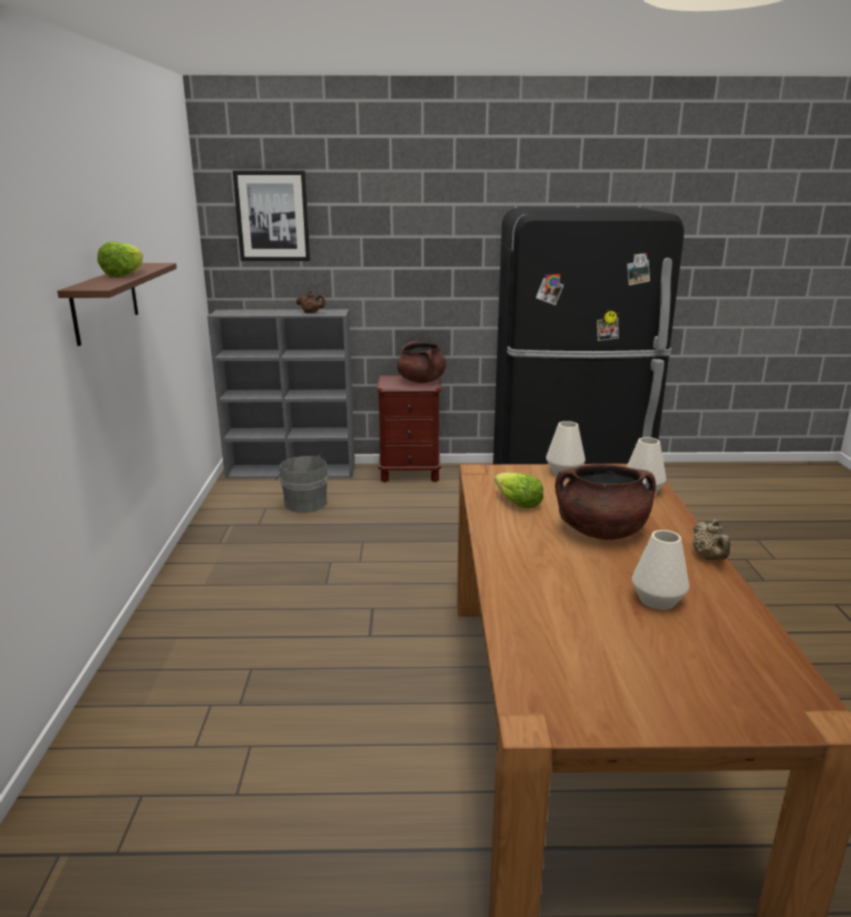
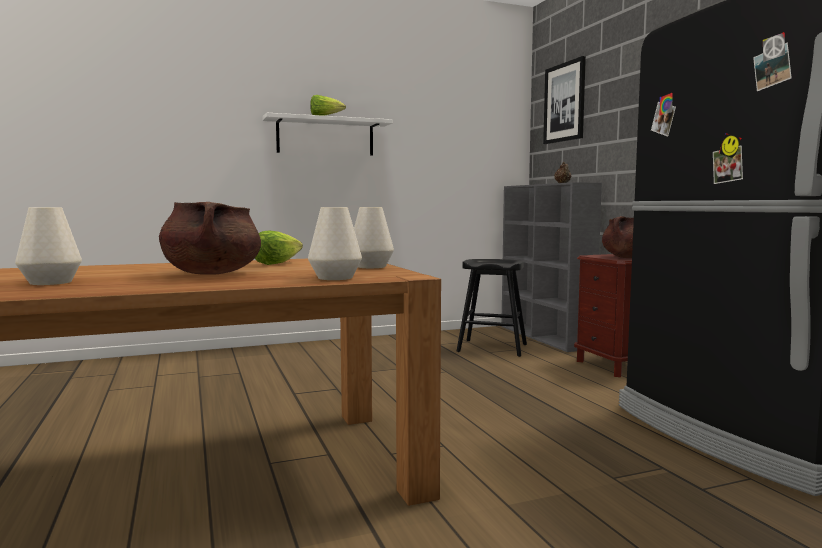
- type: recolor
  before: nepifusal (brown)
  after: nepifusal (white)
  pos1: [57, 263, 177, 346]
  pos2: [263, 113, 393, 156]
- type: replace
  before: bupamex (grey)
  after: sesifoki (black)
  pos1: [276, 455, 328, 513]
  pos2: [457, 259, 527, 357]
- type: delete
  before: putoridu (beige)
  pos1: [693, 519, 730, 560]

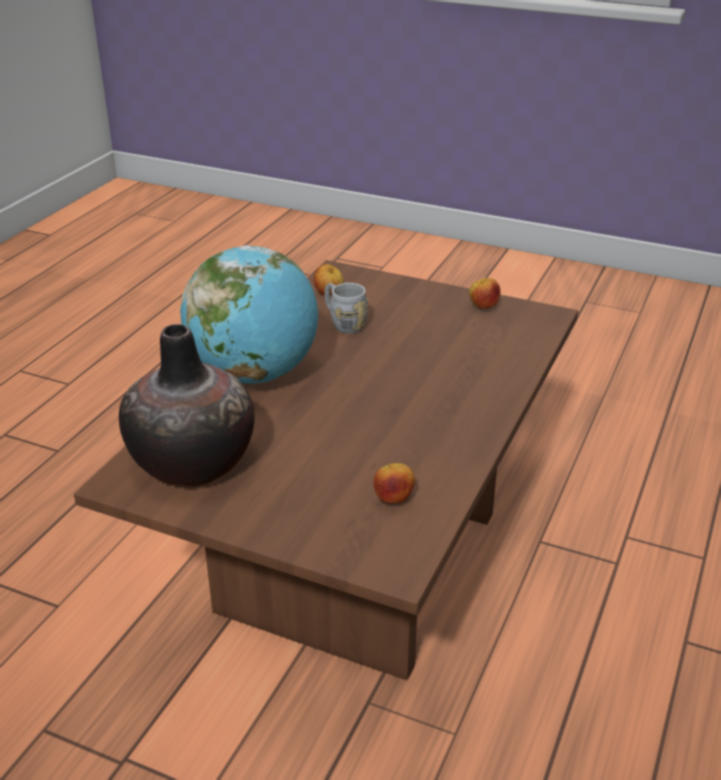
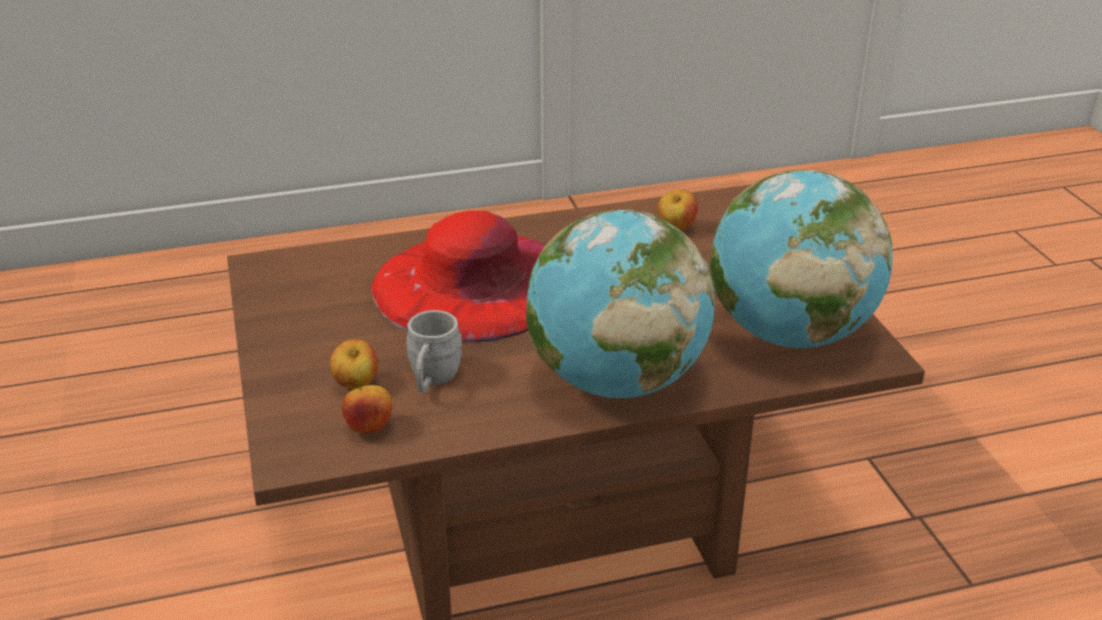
- type: move
  before: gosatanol
  pos1: [469, 278, 500, 309]
  pos2: [330, 339, 378, 389]
- type: insert
  after: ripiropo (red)
  pos2: [371, 211, 545, 342]
- type: replace
  before: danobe
  after: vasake
  pos1: [119, 324, 255, 487]
  pos2: [710, 170, 892, 348]

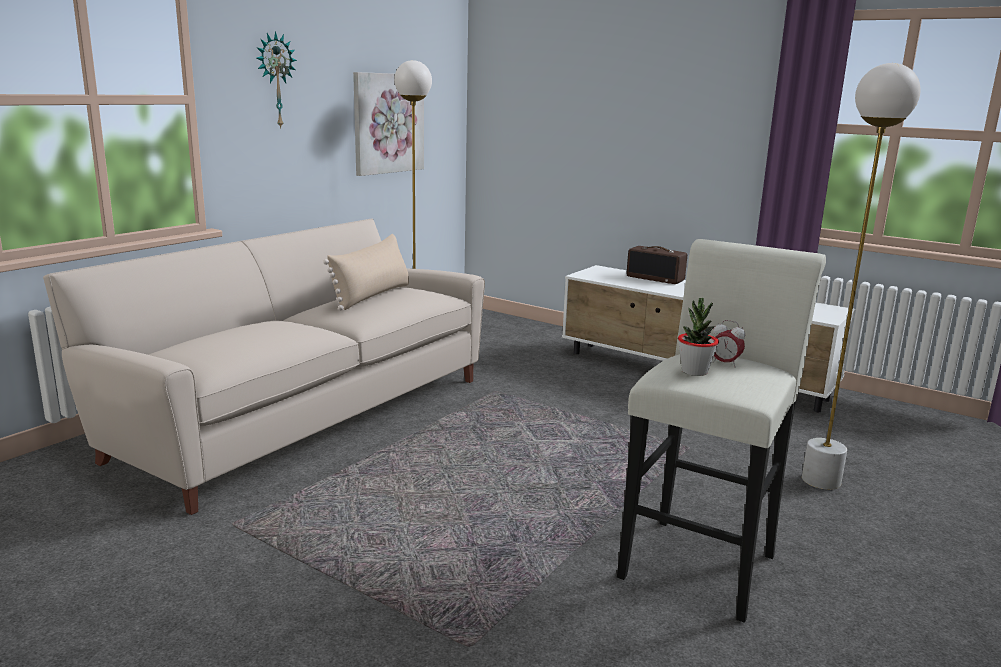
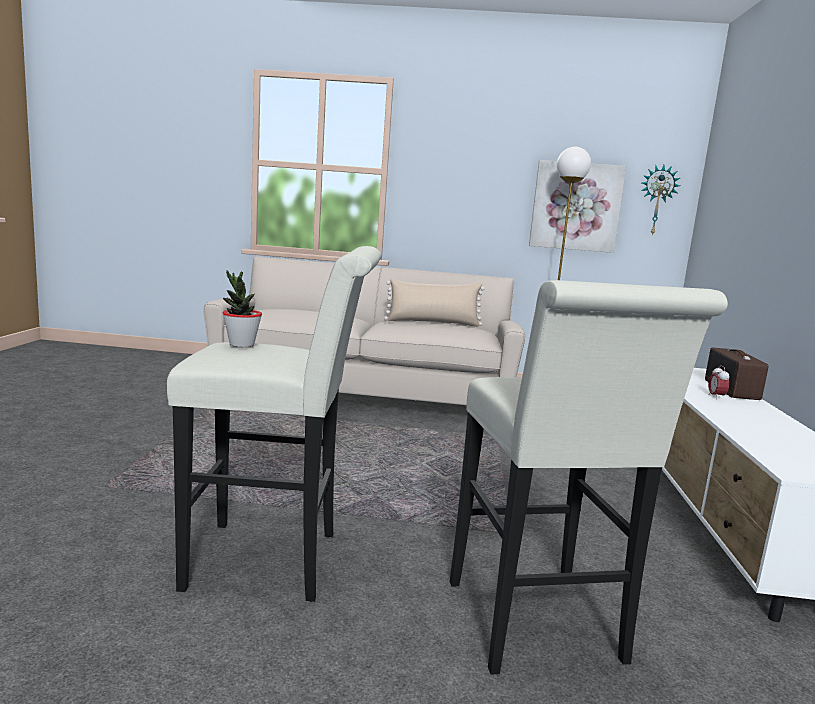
- type: replace
  before: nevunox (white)
  after: sesifoki (white)
  pos1: [802, 63, 921, 490]
  pos2: [449, 280, 728, 675]
- type: move
  before: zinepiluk
  pos1: [256, 31, 297, 129]
  pos2: [641, 165, 680, 236]
- type: move
  before: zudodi
  pos1: [712, 320, 745, 366]
  pos2: [708, 365, 730, 399]

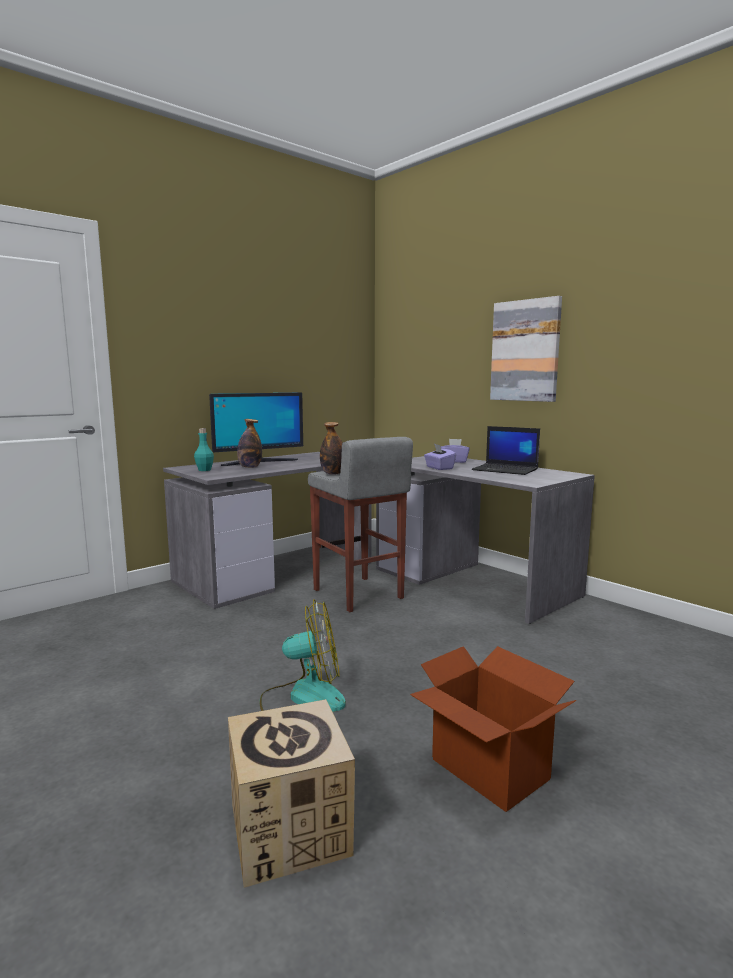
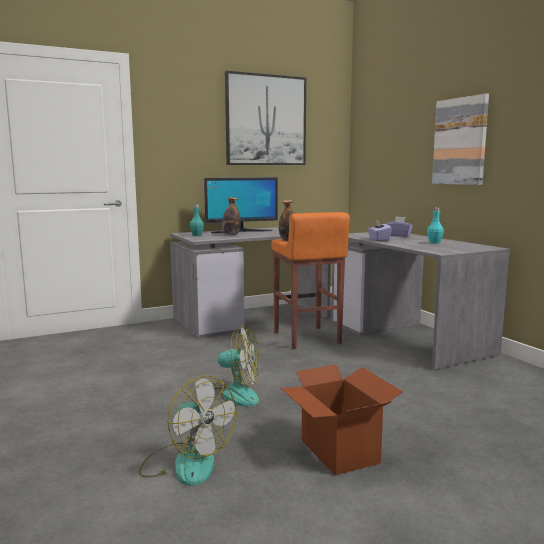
- type: replace
  before: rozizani
  after: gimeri
  pos1: [228, 699, 355, 888]
  pos2: [139, 375, 237, 486]
- type: insert
  after: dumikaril
  pos2: [225, 71, 306, 165]
- type: recolor
  before: sesifoki (grey)
  after: sesifoki (orange)
  pos1: [308, 437, 413, 612]
  pos2: [271, 212, 350, 349]
- type: replace
  before: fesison
  after: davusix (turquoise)
  pos1: [472, 426, 540, 475]
  pos2: [427, 207, 444, 244]

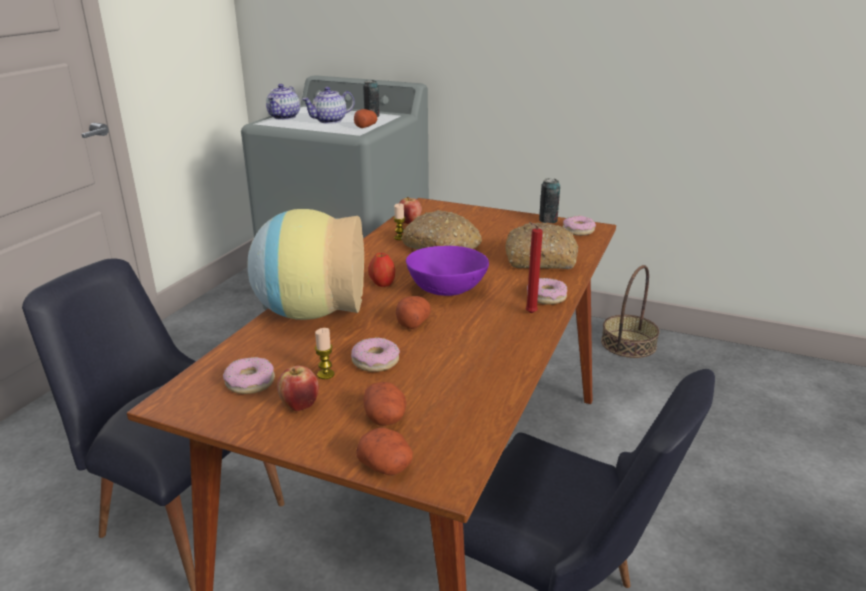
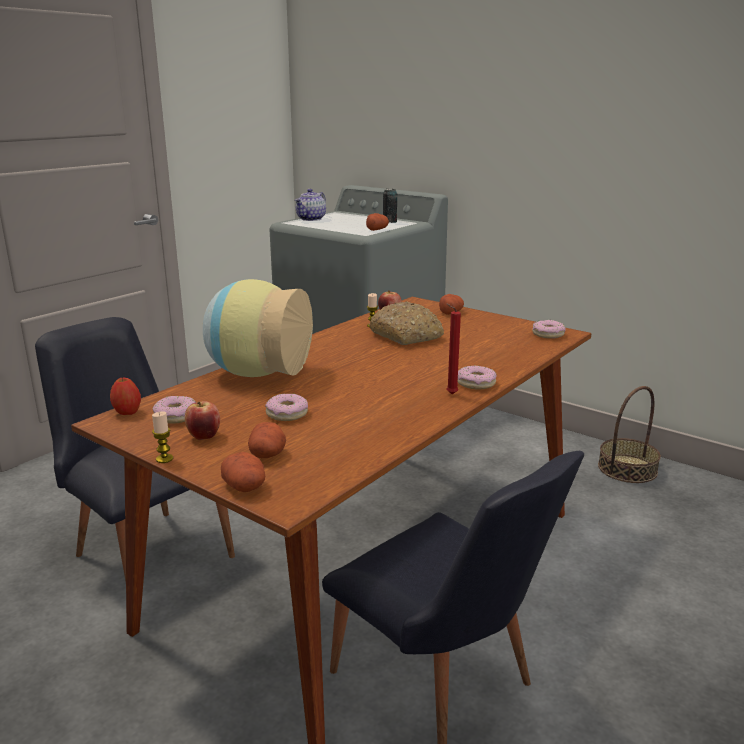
- type: move
  before: gosatanol
  pos1: [368, 253, 395, 287]
  pos2: [110, 377, 141, 415]
- type: move
  before: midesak
  pos1: [315, 328, 334, 379]
  pos2: [152, 411, 173, 463]
- type: move
  before: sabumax
  pos1: [396, 296, 431, 329]
  pos2: [439, 294, 464, 315]
- type: delete
  before: putoridu
  pos1: [302, 87, 355, 124]
- type: delete
  before: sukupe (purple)
  pos1: [406, 246, 489, 296]
- type: delete
  before: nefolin
  pos1: [505, 223, 578, 269]
- type: delete
  before: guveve
  pos1: [539, 178, 560, 223]

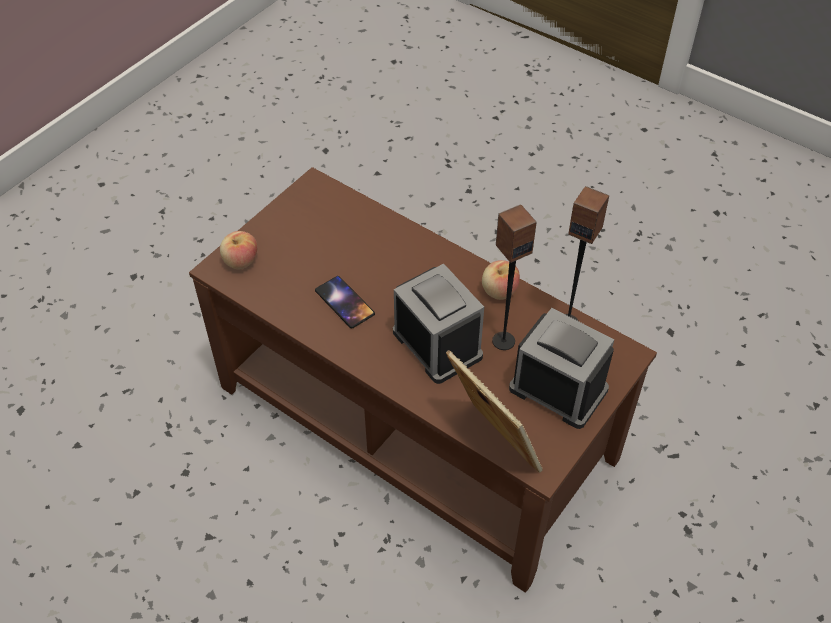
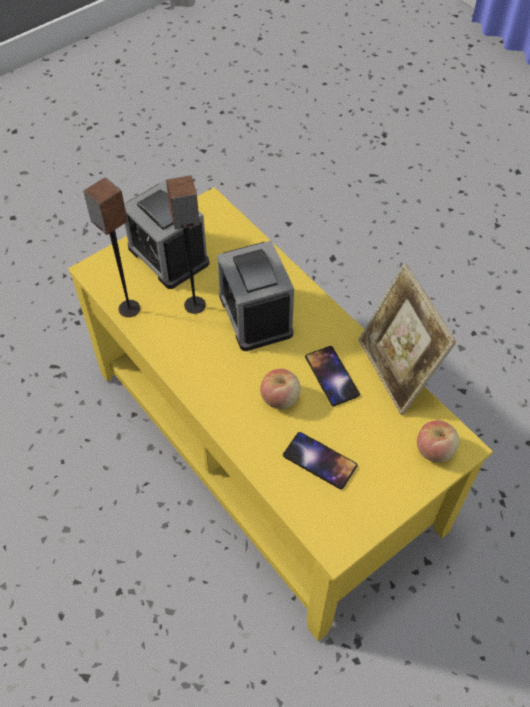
- type: recolor
  before: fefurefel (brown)
  after: fefurefel (yellow)
  pos1: [189, 167, 657, 593]
  pos2: [68, 187, 493, 641]
- type: move
  before: gosatanol
  pos1: [482, 260, 520, 300]
  pos2: [260, 369, 301, 409]
- type: insert
  after: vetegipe
  pos2: [283, 432, 357, 489]
- type: move
  before: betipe
  pos1: [446, 350, 543, 473]
  pos2: [359, 264, 456, 415]

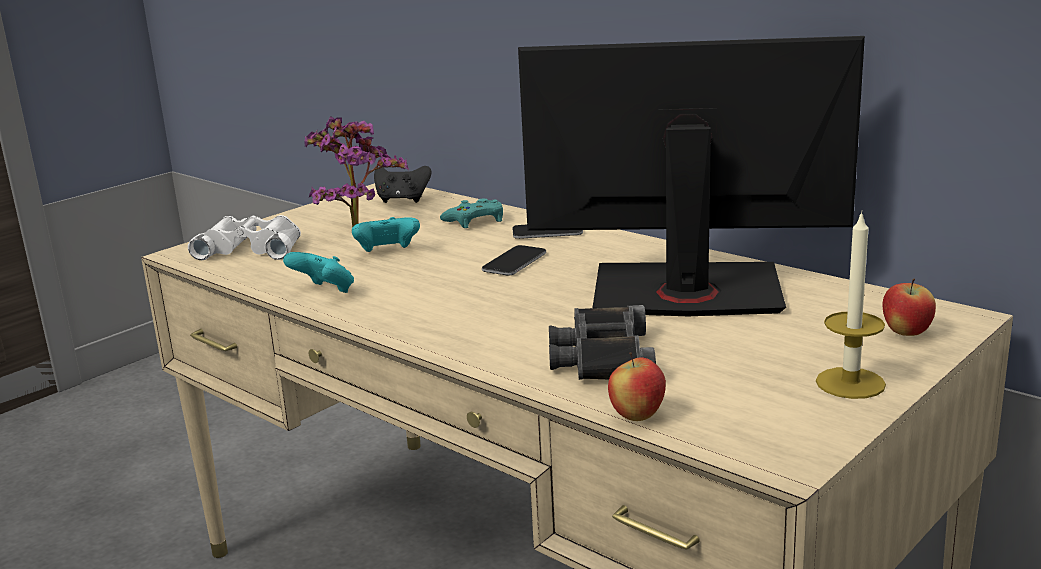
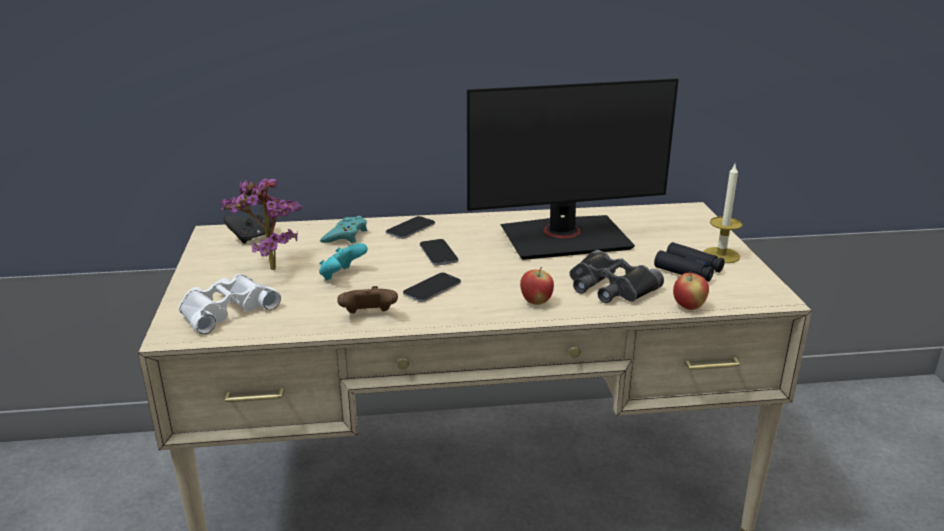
- type: recolor
  before: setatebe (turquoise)
  after: setatebe (brown)
  pos1: [283, 252, 354, 293]
  pos2: [337, 286, 398, 314]
- type: insert
  after: vetegipe
  pos2: [403, 273, 461, 302]
- type: rotate
  before: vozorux
  pos1: [518, 36, 865, 316]
  pos2: [467, 78, 679, 260]
  turn: -150
- type: move
  before: gosatanol
  pos1: [883, 279, 936, 336]
  pos2: [520, 267, 554, 305]
- type: insert
  after: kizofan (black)
  pos2: [654, 242, 725, 282]

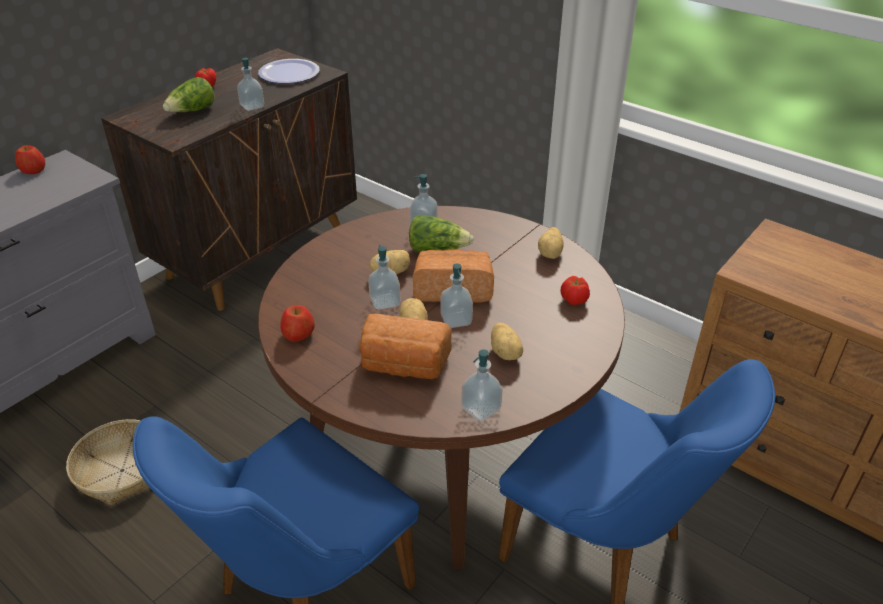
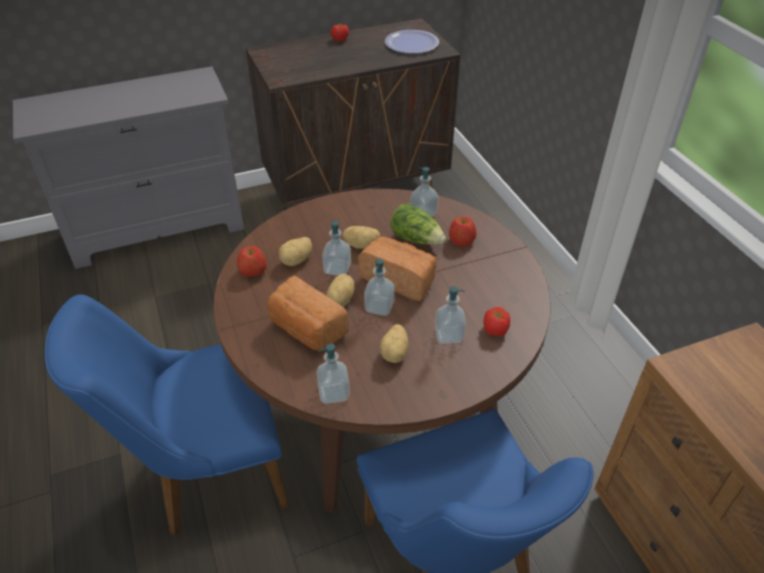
- type: move
  before: sabumax
  pos1: [538, 227, 564, 259]
  pos2: [279, 237, 312, 266]
- type: move
  before: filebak
  pos1: [237, 58, 264, 111]
  pos2: [435, 286, 466, 344]
- type: move
  before: gosatanol
  pos1: [15, 145, 45, 174]
  pos2: [449, 216, 477, 247]
- type: delete
  before: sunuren
  pos1: [66, 419, 149, 505]
- type: delete
  before: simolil
  pos1: [163, 77, 215, 112]

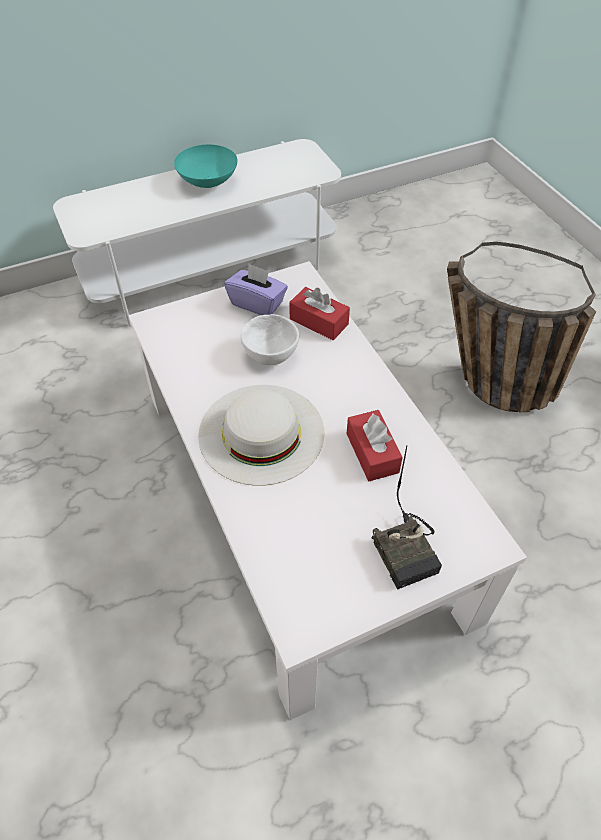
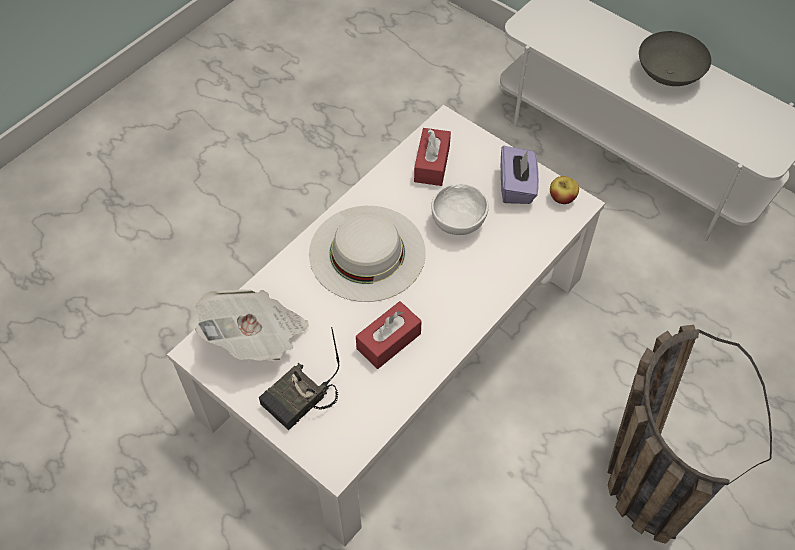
- type: insert
  after: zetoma
  pos2: [195, 289, 309, 361]
- type: move
  before: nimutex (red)
  pos1: [289, 287, 350, 340]
  pos2: [414, 128, 451, 186]
- type: insert
  after: gosatanol
  pos2: [550, 176, 579, 204]
- type: recolor
  before: sukupe (turquoise)
  after: sukupe (grey)
  pos1: [174, 144, 238, 188]
  pos2: [639, 31, 711, 86]

